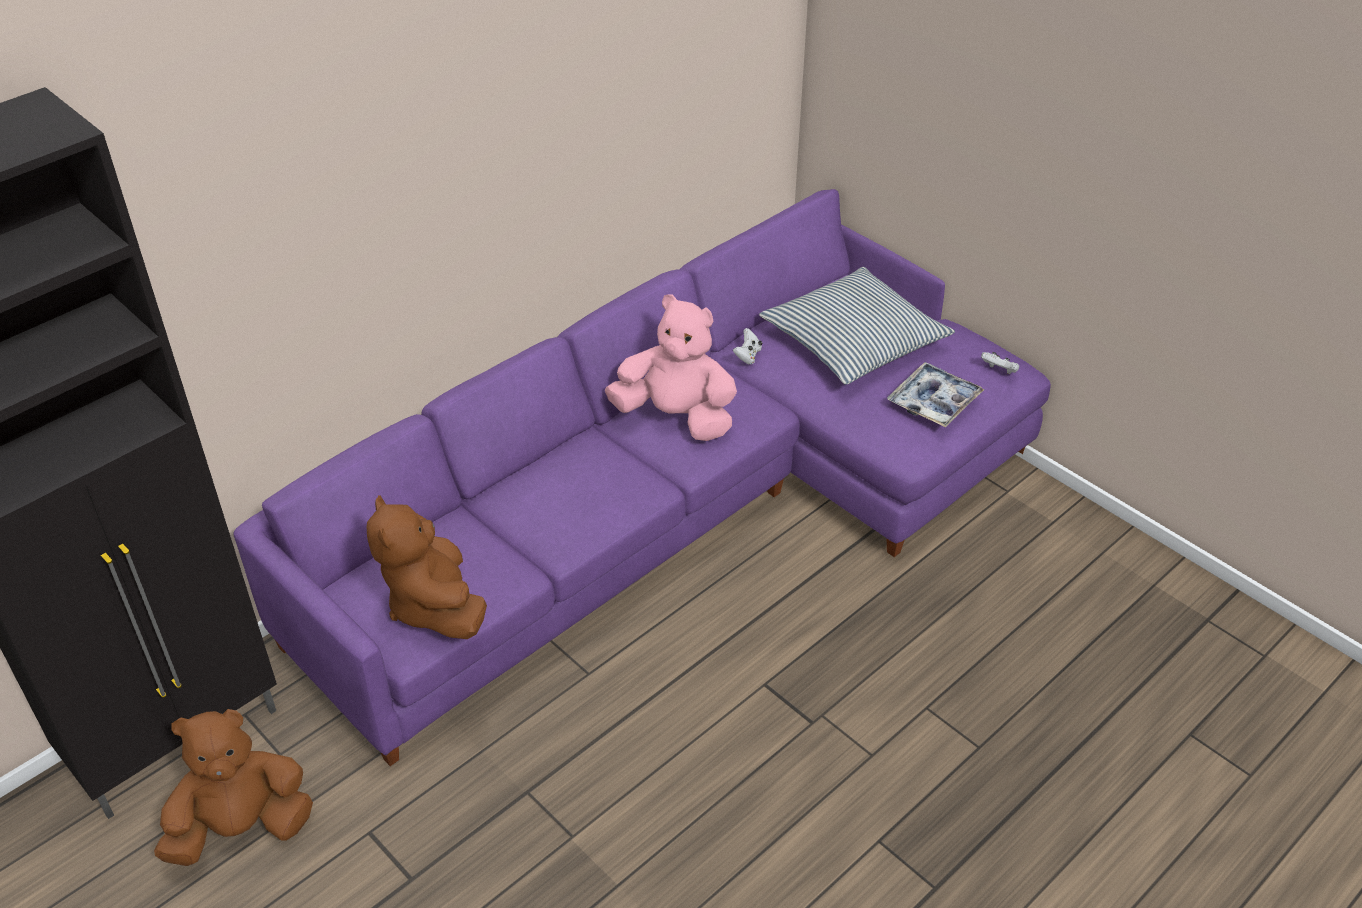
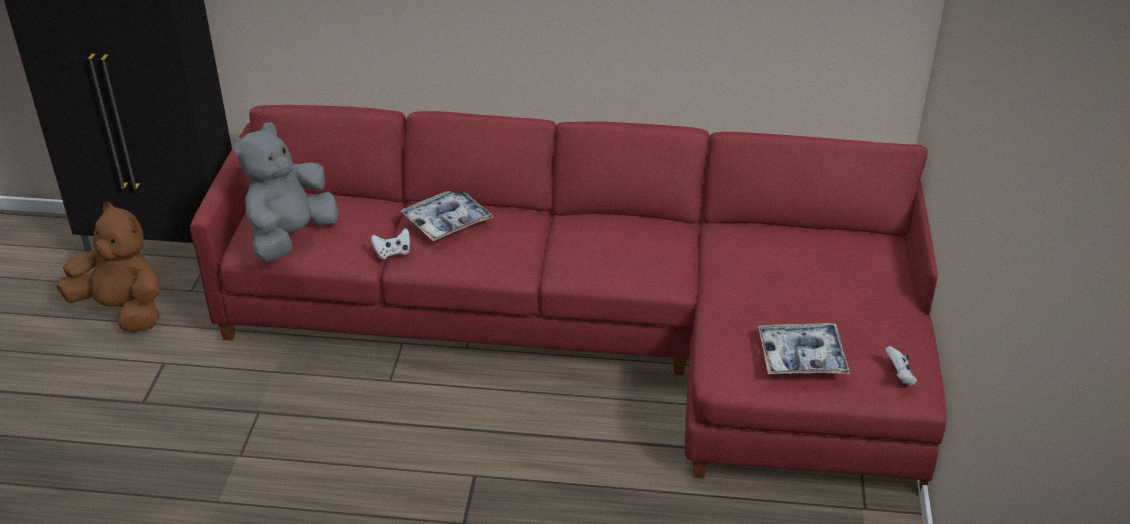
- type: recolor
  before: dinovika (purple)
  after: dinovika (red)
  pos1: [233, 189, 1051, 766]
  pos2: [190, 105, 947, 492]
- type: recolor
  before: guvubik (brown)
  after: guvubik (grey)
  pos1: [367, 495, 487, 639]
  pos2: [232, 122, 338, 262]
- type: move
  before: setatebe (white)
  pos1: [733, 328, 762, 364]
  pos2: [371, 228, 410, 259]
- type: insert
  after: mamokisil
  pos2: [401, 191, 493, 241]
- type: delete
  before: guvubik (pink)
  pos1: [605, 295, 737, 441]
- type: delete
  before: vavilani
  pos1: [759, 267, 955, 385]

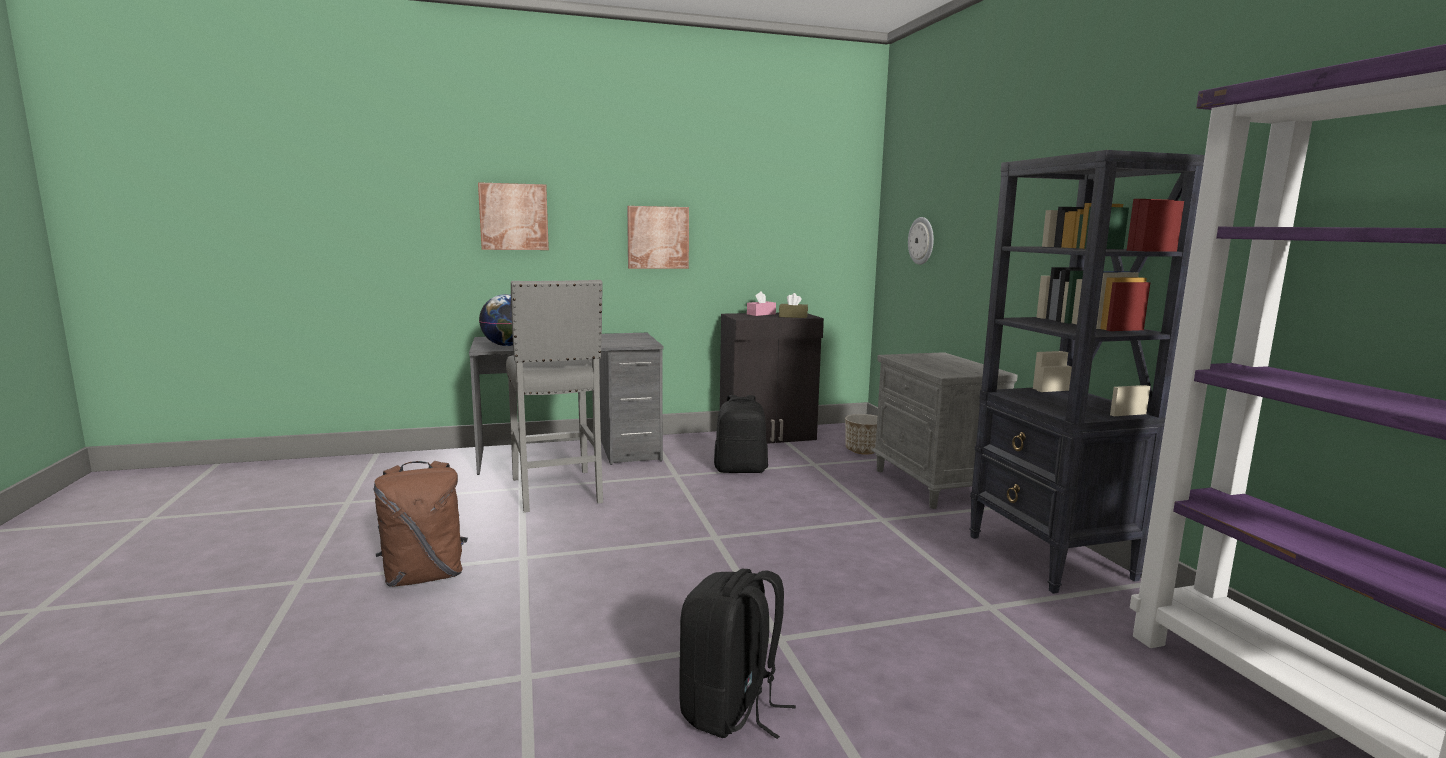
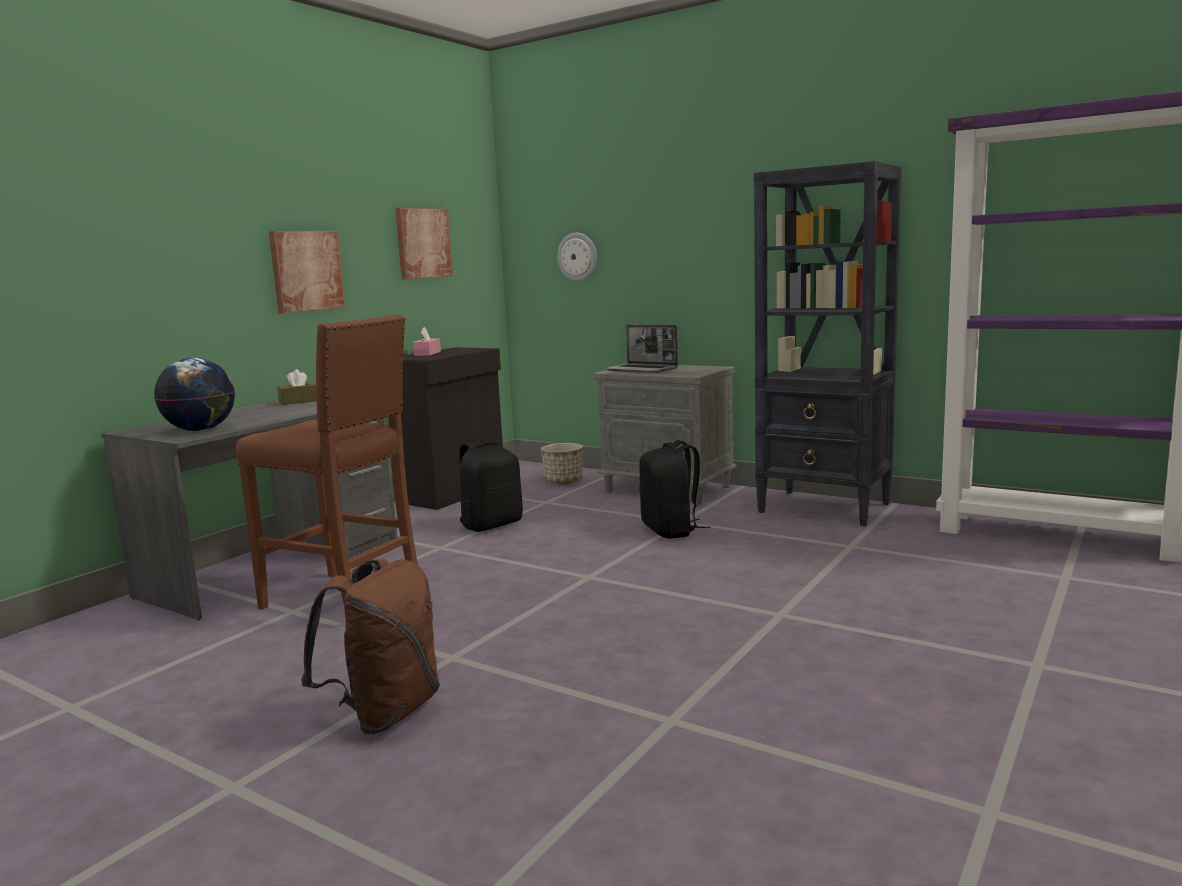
- type: recolor
  before: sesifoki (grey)
  after: sesifoki (brown)
  pos1: [506, 280, 603, 513]
  pos2: [235, 315, 418, 609]
- type: move
  before: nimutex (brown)
  pos1: [779, 293, 808, 318]
  pos2: [277, 369, 316, 405]
- type: move
  before: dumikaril
  pos1: [478, 182, 549, 250]
  pos2: [395, 208, 453, 279]
- type: insert
  after: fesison
  pos2: [605, 324, 678, 373]
- type: move
  before: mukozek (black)
  pos1: [680, 569, 796, 739]
  pos2: [639, 440, 710, 539]

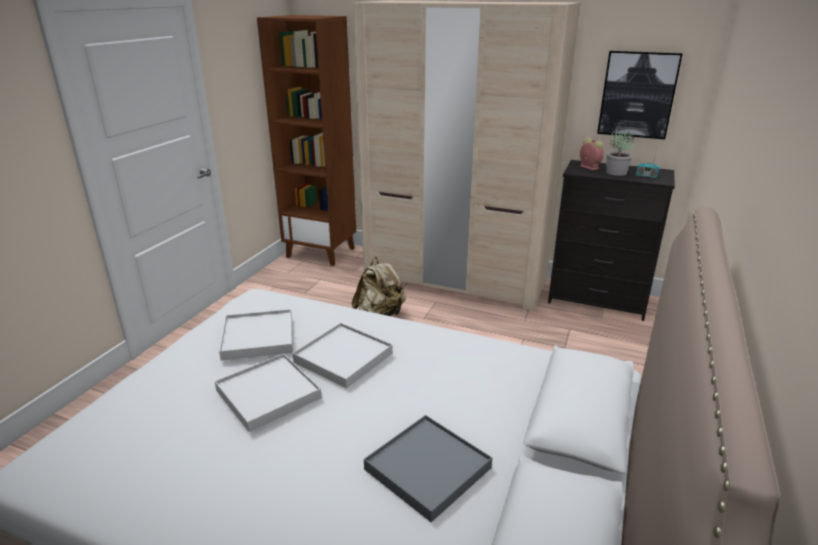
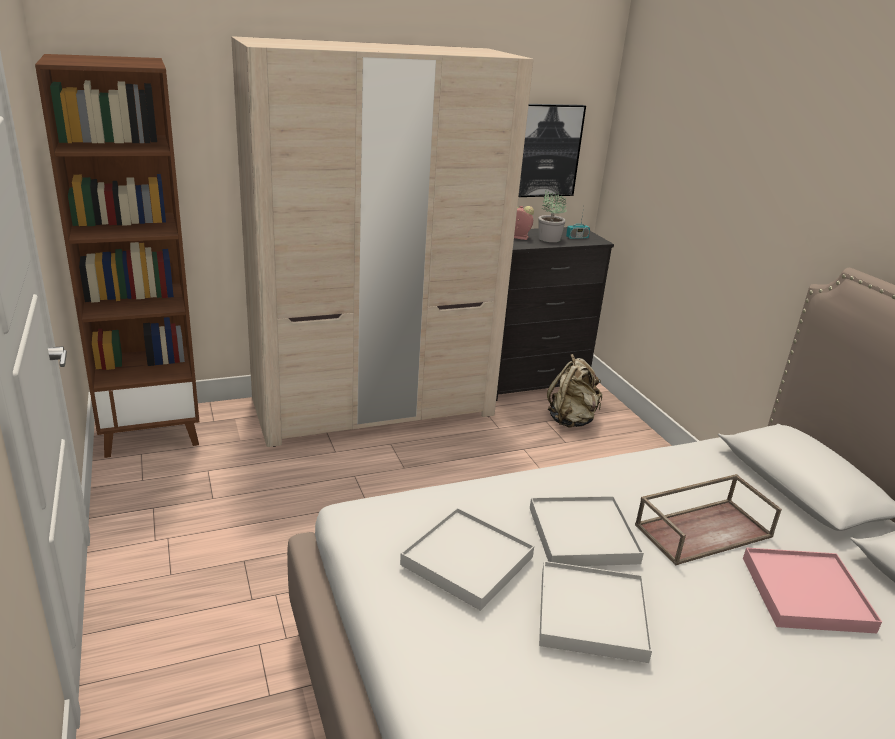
- type: move
  before: mukozek (beige)
  pos1: [352, 257, 406, 316]
  pos2: [547, 354, 602, 428]
- type: insert
  after: mamokisil (brown)
  pos2: [635, 474, 782, 565]
- type: recolor
  before: mamokisil (grey)
  after: mamokisil (pink)
  pos1: [364, 415, 492, 522]
  pos2: [743, 547, 882, 633]

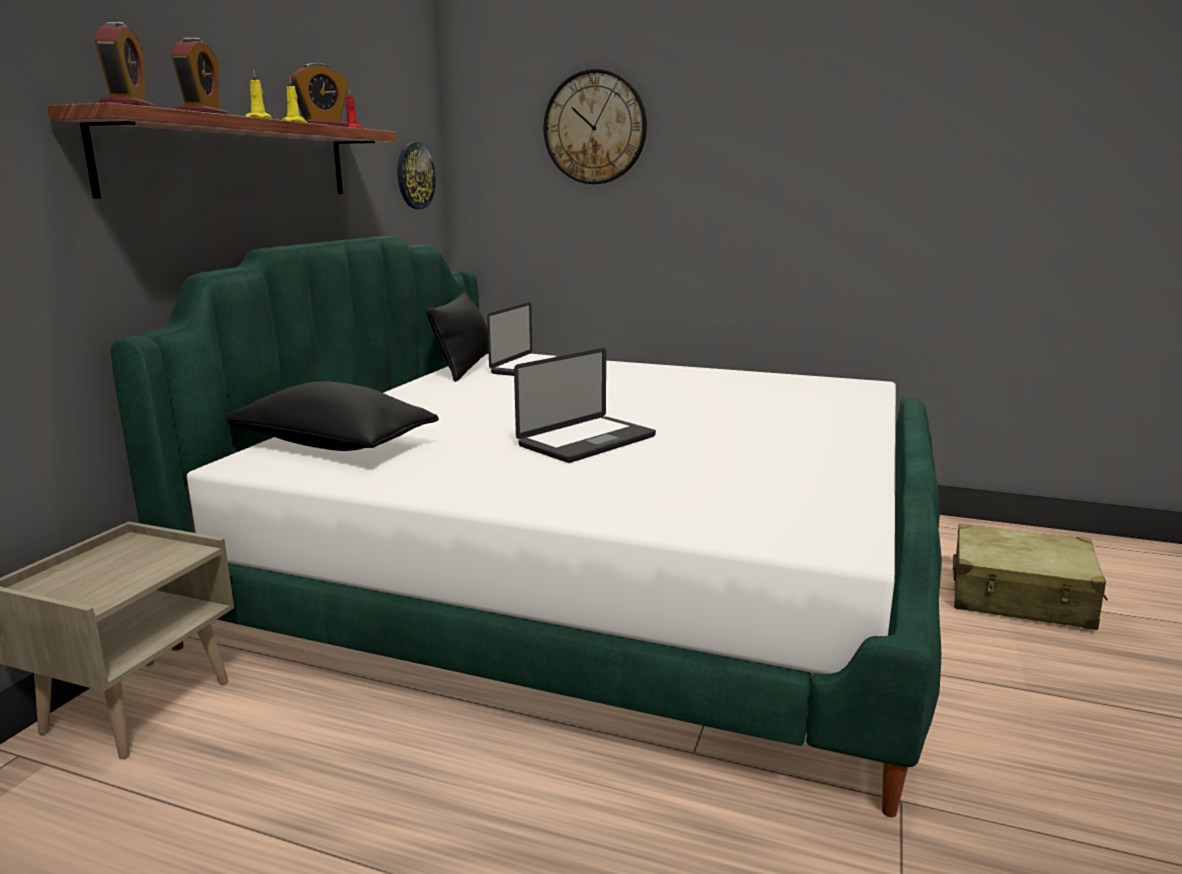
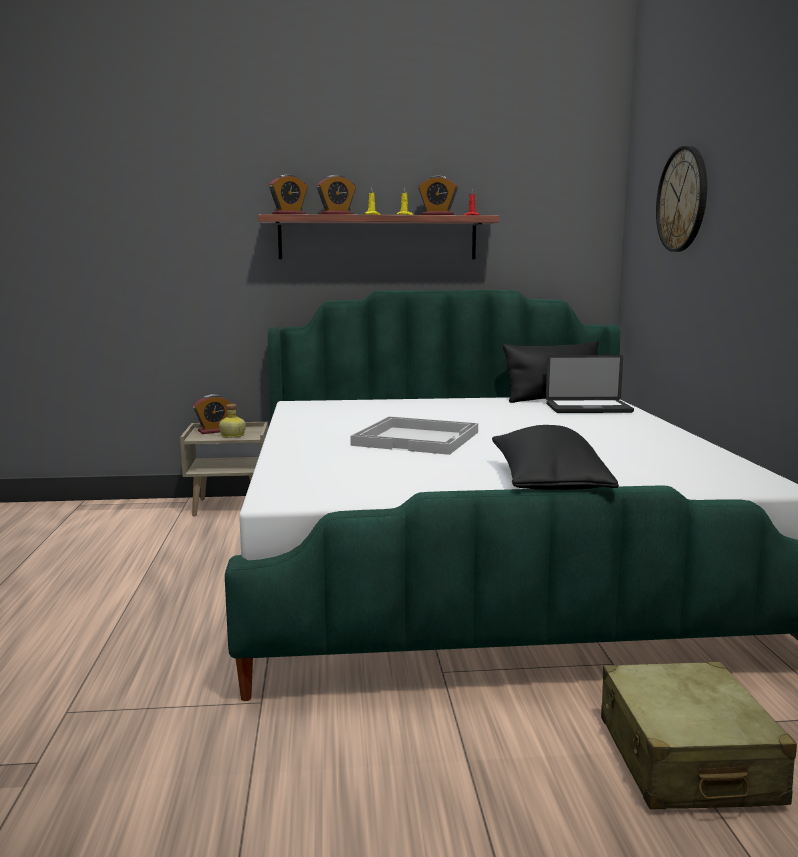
- type: insert
  after: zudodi
  pos2: [193, 394, 232, 434]
- type: insert
  after: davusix
  pos2: [219, 404, 246, 438]
- type: replace
  before: fesison
  after: mamokisil (white)
  pos1: [514, 348, 656, 463]
  pos2: [350, 416, 478, 455]
- type: move
  before: vavilani (black)
  pos1: [227, 381, 439, 451]
  pos2: [492, 425, 619, 490]
- type: delete
  before: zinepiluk
  pos1: [397, 142, 436, 209]

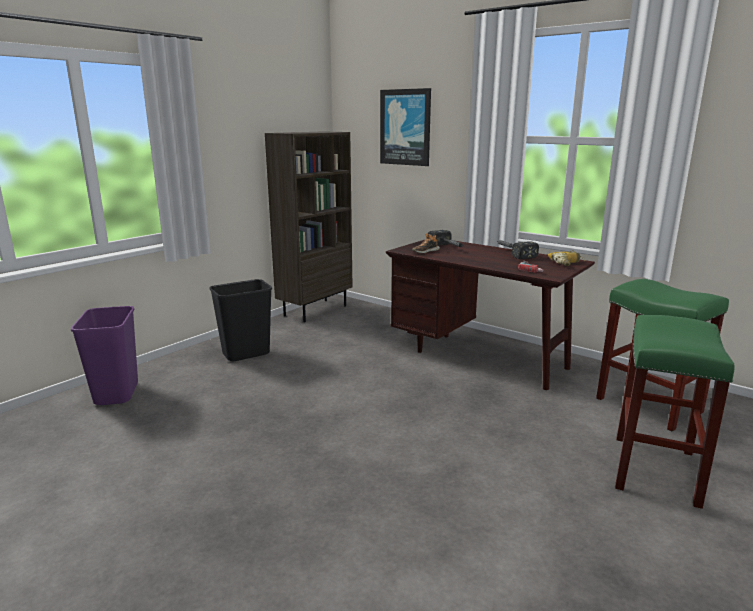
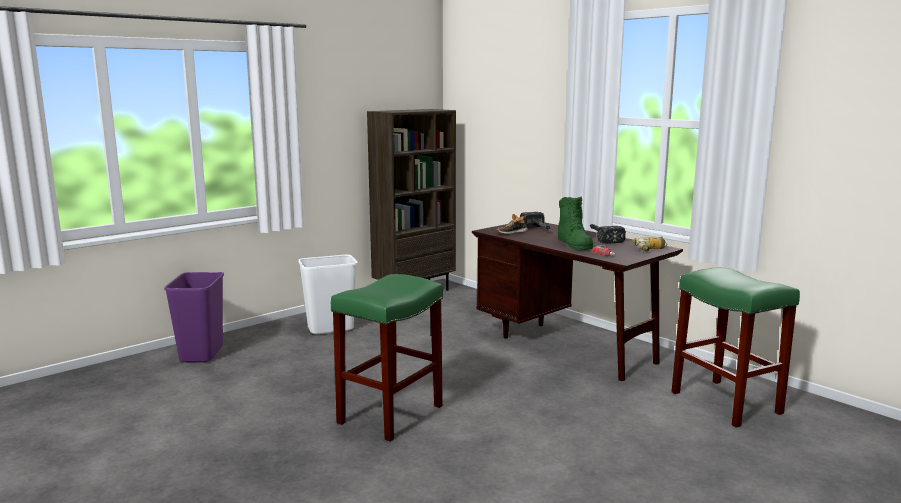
- type: recolor
  before: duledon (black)
  after: duledon (white)
  pos1: [210, 279, 272, 361]
  pos2: [298, 255, 358, 334]
- type: move
  before: sesifoki (green)
  pos1: [615, 315, 735, 509]
  pos2: [331, 274, 443, 442]
- type: insert
  after: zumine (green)
  pos2: [558, 196, 593, 250]
- type: delete
  before: dumikaril
  pos1: [380, 88, 431, 166]

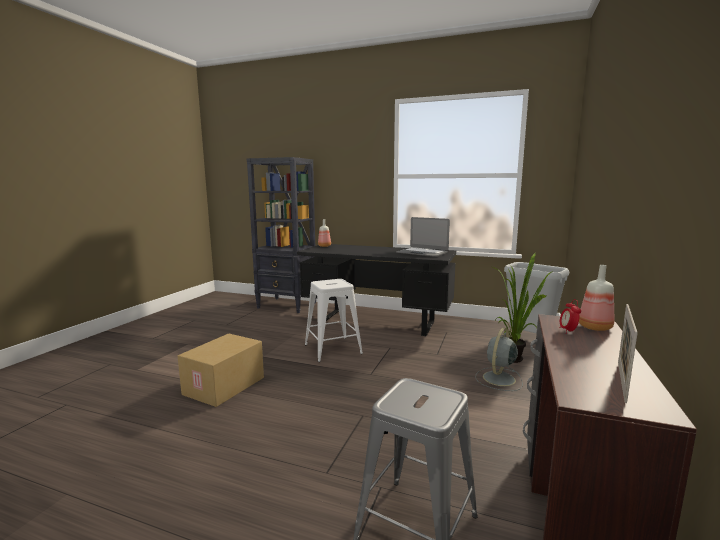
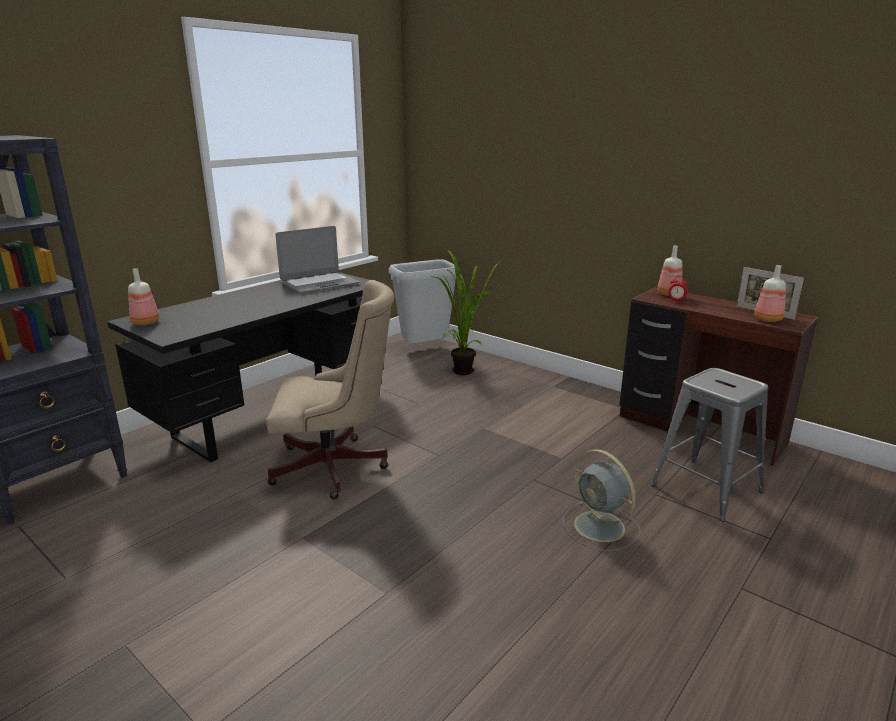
- type: replace
  before: sesifoki (white)
  after: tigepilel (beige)
  pos1: [305, 279, 363, 362]
  pos2: [266, 280, 394, 499]
- type: move
  before: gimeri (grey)
  pos1: [475, 328, 523, 391]
  pos2: [563, 449, 641, 551]
- type: insert
  after: davusix
  pos2: [754, 265, 786, 322]
- type: delete
  before: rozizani
  pos1: [177, 333, 264, 407]

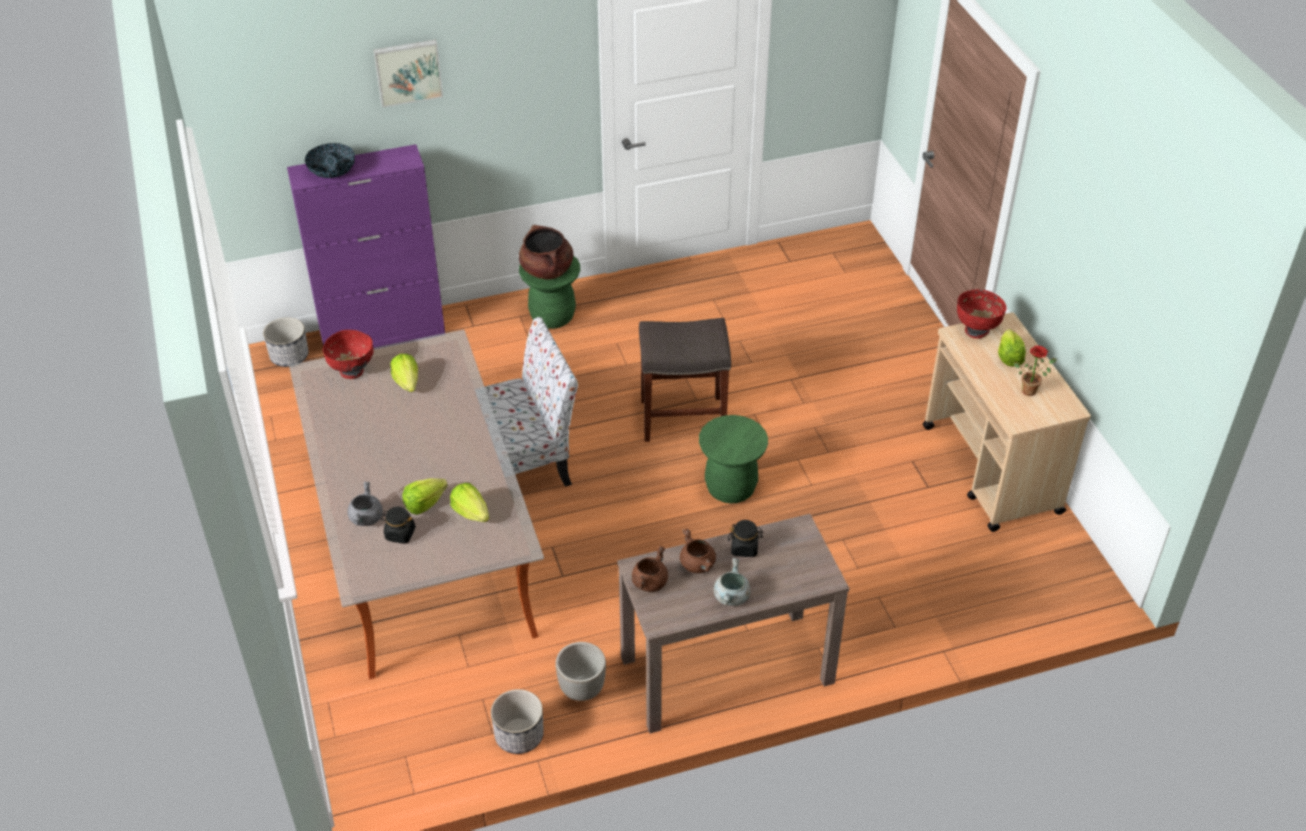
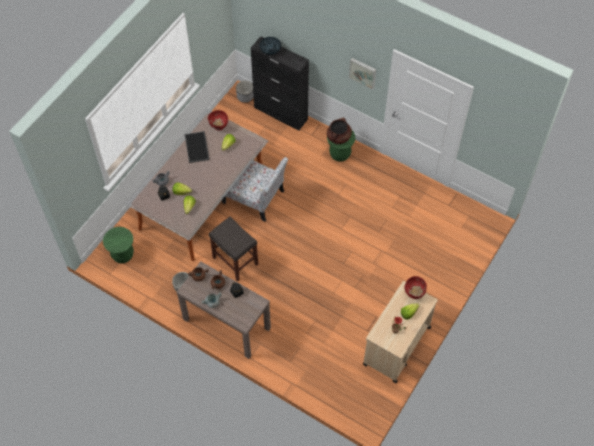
- type: move
  before: sesifoki (green)
  pos1: [699, 415, 768, 504]
  pos2: [103, 227, 134, 263]
- type: insert
  after: mamokisil
  pos2: [185, 131, 210, 163]
- type: move
  before: sesifoki (grey)
  pos1: [639, 318, 731, 442]
  pos2: [209, 216, 258, 282]
- type: recolor
  before: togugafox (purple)
  after: togugafox (black)
  pos1: [287, 144, 445, 348]
  pos2: [251, 36, 309, 131]
- type: move
  before: dumikaril
  pos1: [374, 40, 443, 107]
  pos2: [349, 58, 376, 89]
- type: delete
  before: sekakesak
  pos1: [491, 689, 544, 754]

